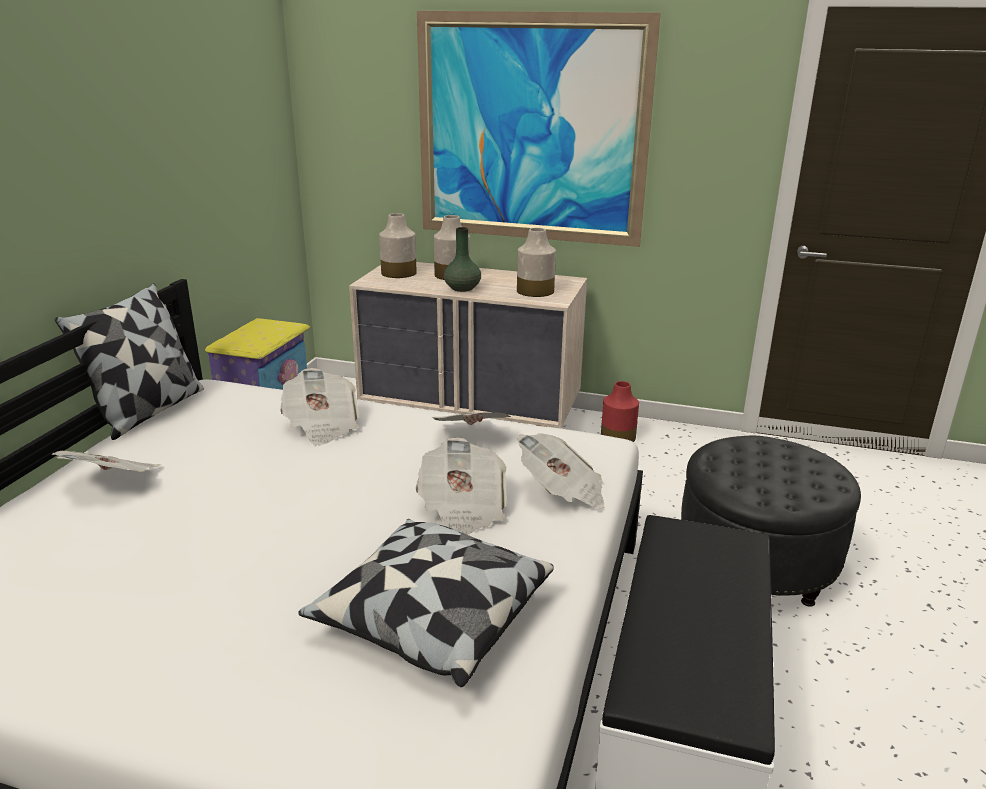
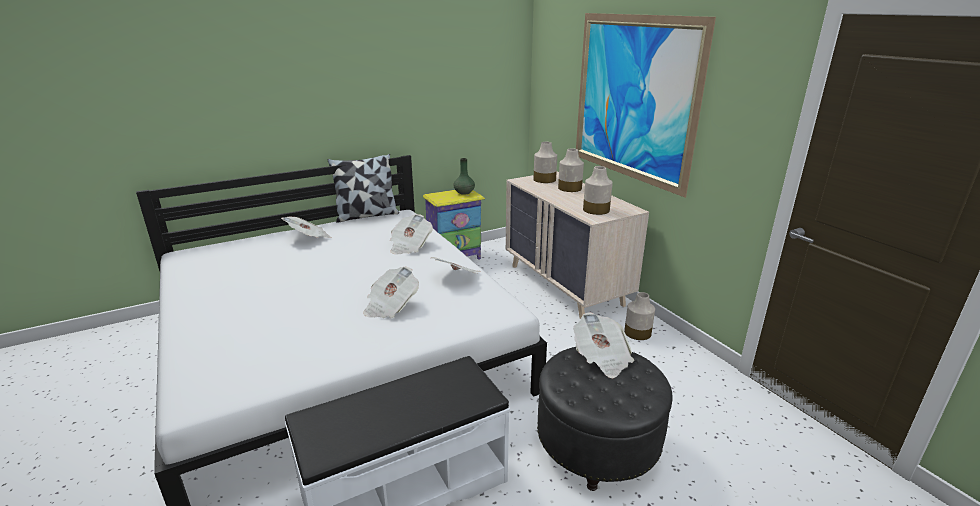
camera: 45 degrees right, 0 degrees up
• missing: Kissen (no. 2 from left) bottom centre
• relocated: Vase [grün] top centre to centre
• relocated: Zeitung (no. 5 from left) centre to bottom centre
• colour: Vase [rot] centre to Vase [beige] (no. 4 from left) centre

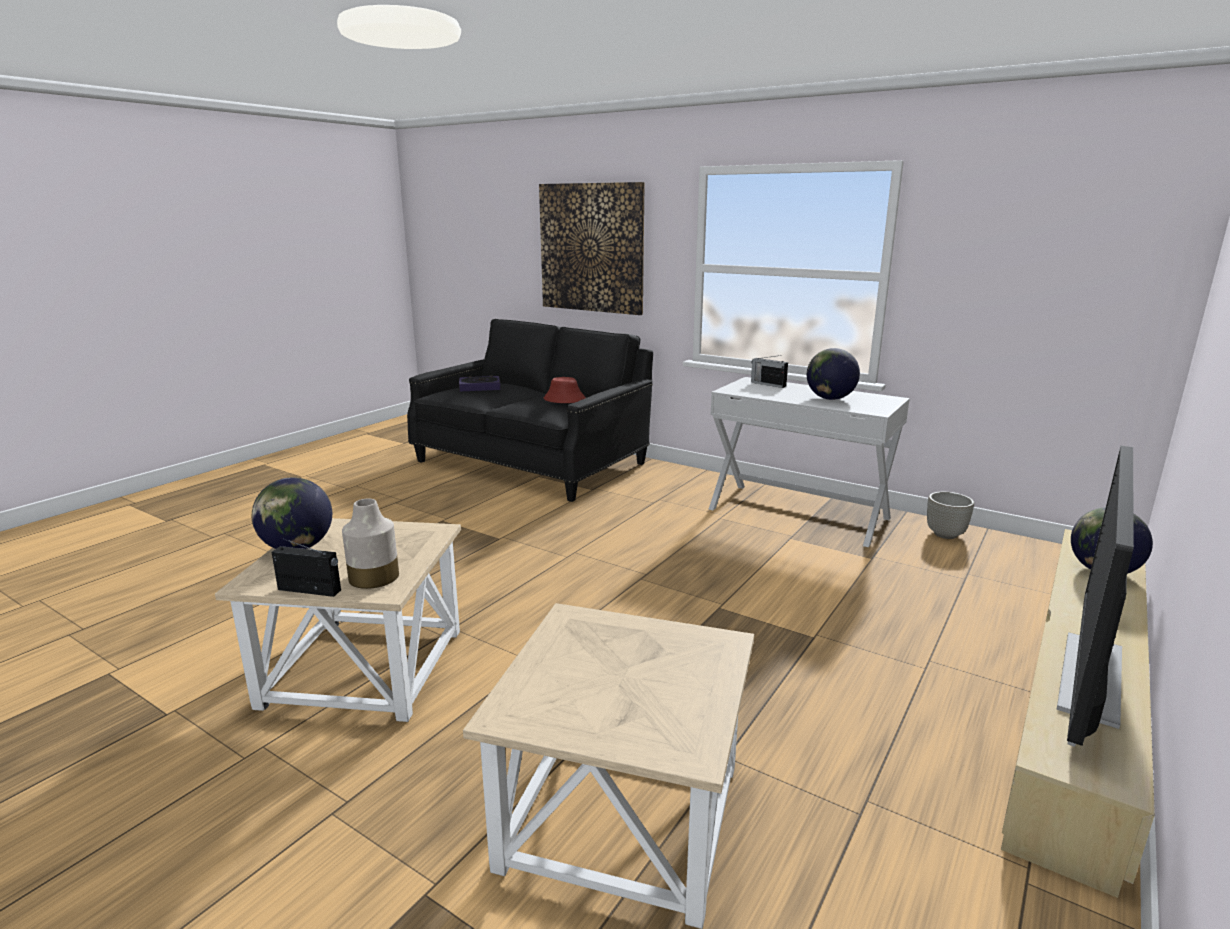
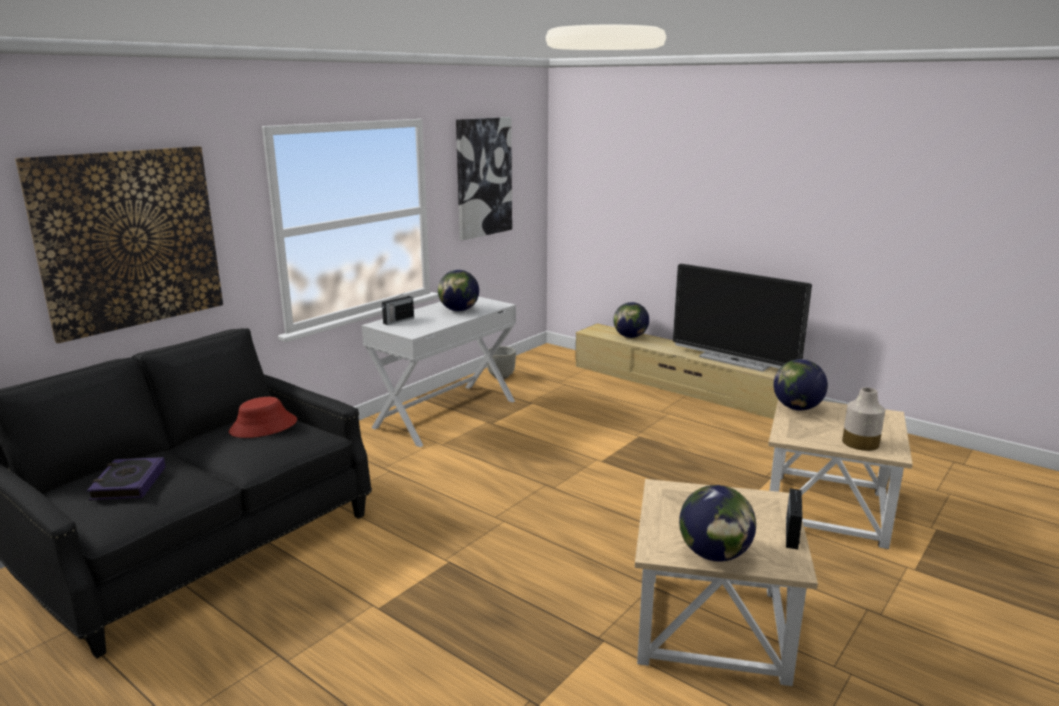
camera: 85 degrees left, 0 degrees up
• relocated: Vase [beige] middle left to middle right
• appeared: Bild (no. 2 from left) top centre
• appeared: Globus (no. 4 from left) middle right

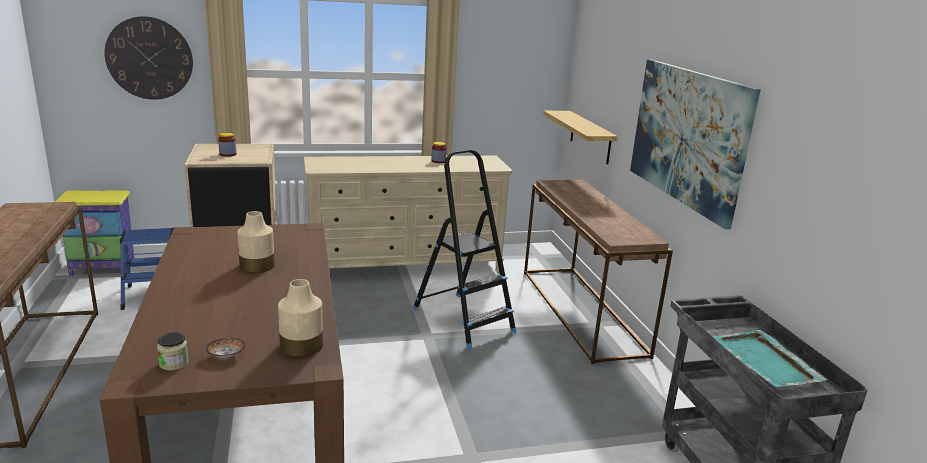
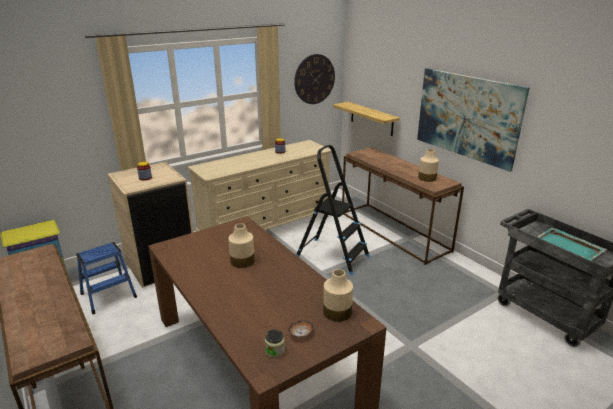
camera: 20 degrees left, 5 degrees up
• relocated: Wanduhr top left to top centre
• appeared: Vase [beige] (no. 3 from left) middle right

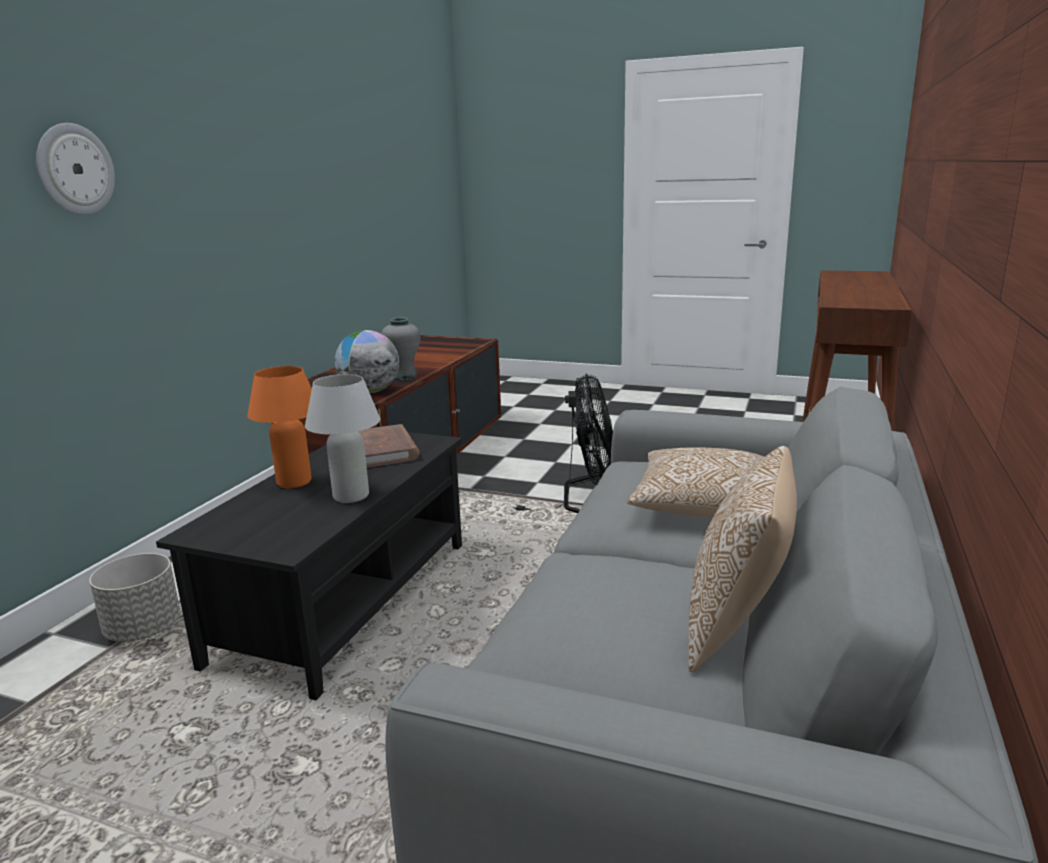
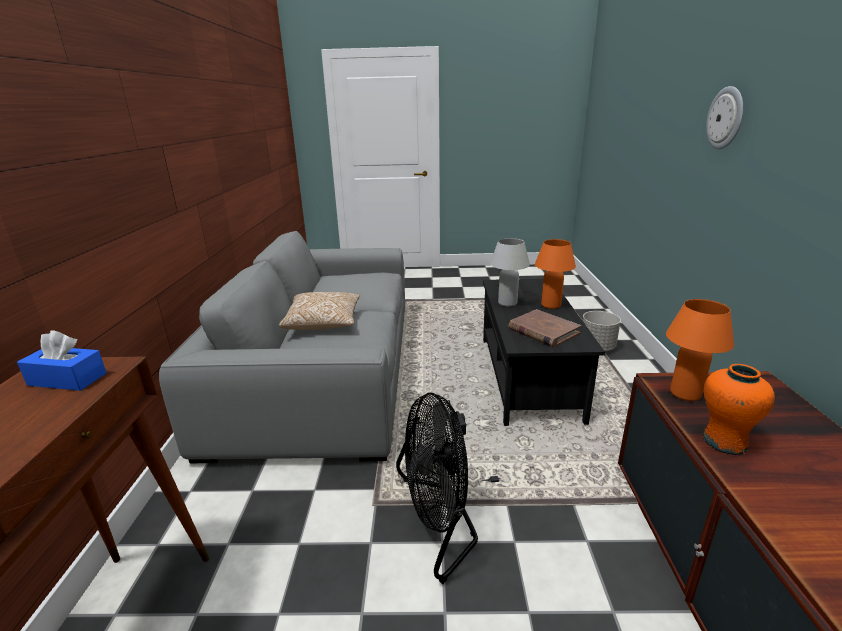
camera: 160 degrees right, 5 degrees up
• exchanged: Globus centre to Tischlampe [orange] (no. 2 from left) middle right
• colour: Vase [grau] centre to Vase [orange] middle right
• missing: Kissen (no. 2 from left) middle right
• appeared: Taschentuchbox [blau] middle left

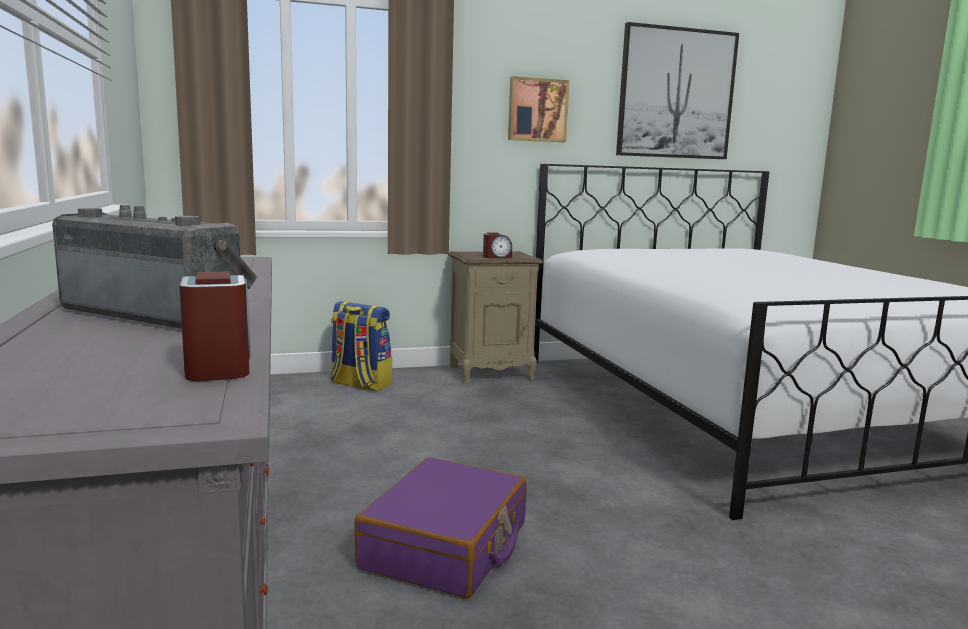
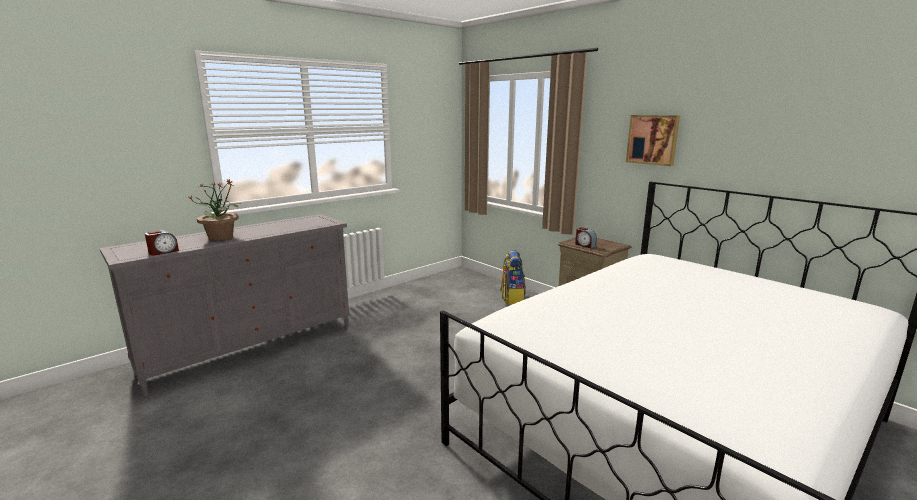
camera: 65 degrees right, 5 degrees up
• exchanged: Radio middle left to Topfpflanze middle left
• missing: Koffer [lila] bottom centre
• missing: Bild (no. 2 from left) top right

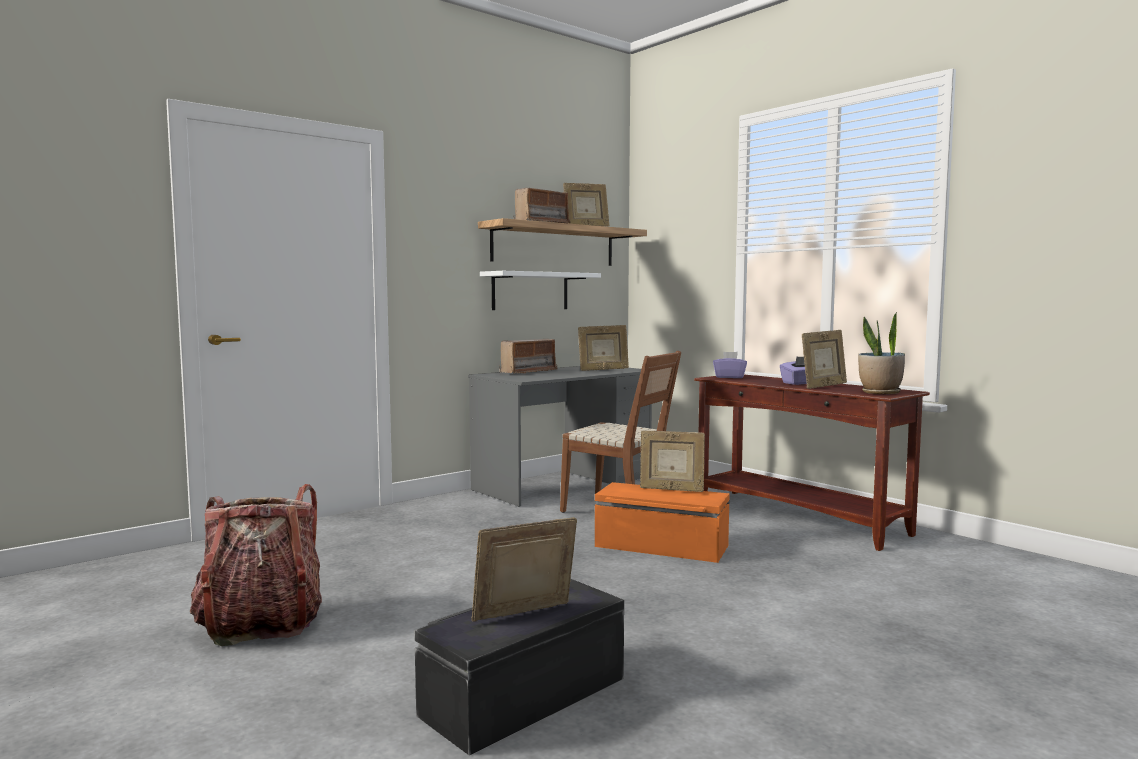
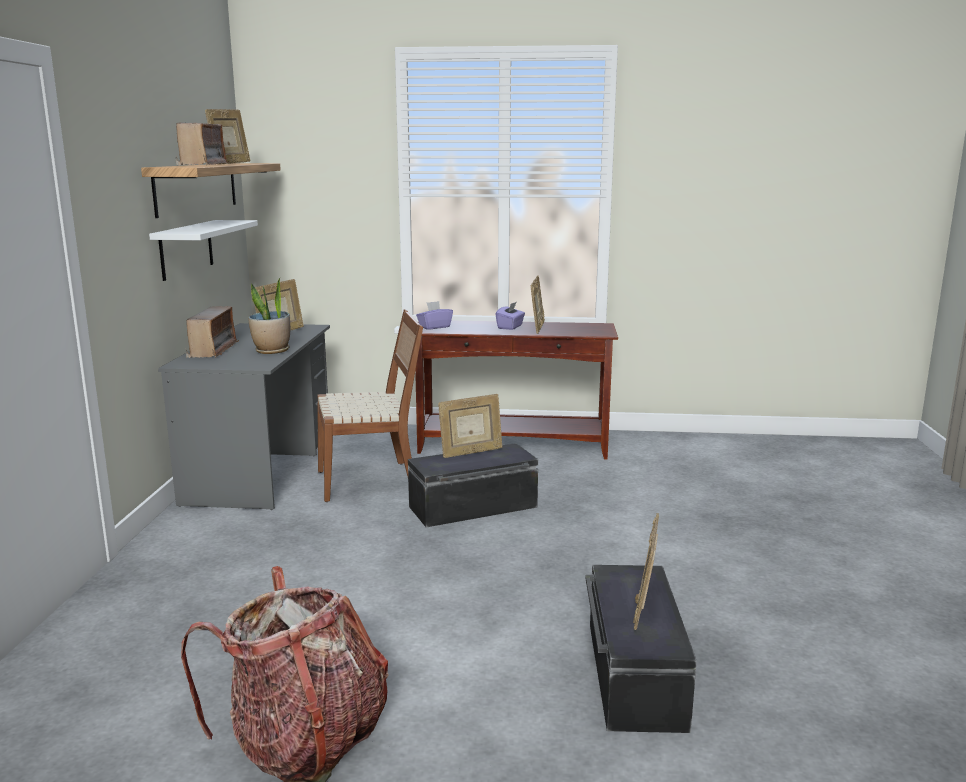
camera: 45 degrees left, 10 degrees up
• colour: Aufbewahrungsbox [orange] bottom centre to Aufbewahrungsbox [schwarz] (no. 1 from left) centre
• relocated: Topfpflanze middle right to middle left

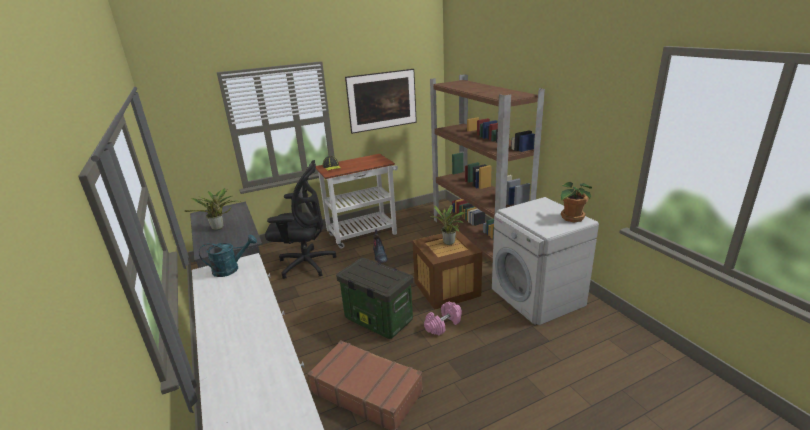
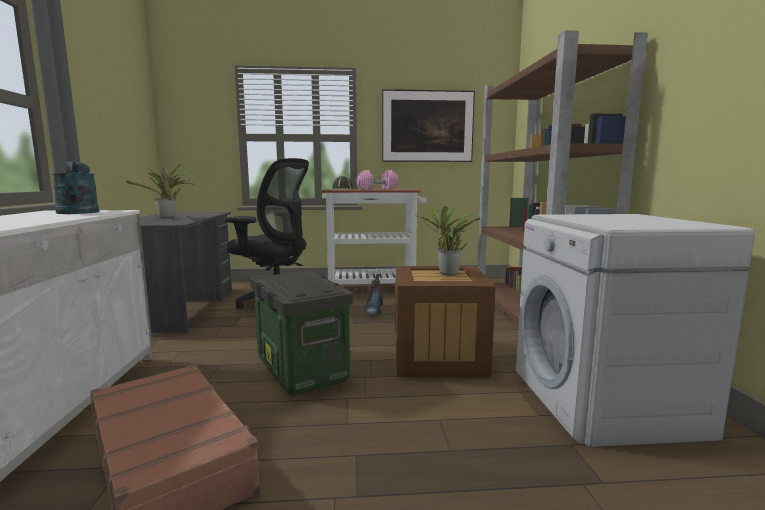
camera: 20 degrees right, 15 degrees down
• spun: Gießkanne [türkis] middle left = middle left 120 degrees counterclockwise
• relocated: Hantel [rosa] bottom centre to centre
• missing: Topfpflanze (no. 3 from left) middle right

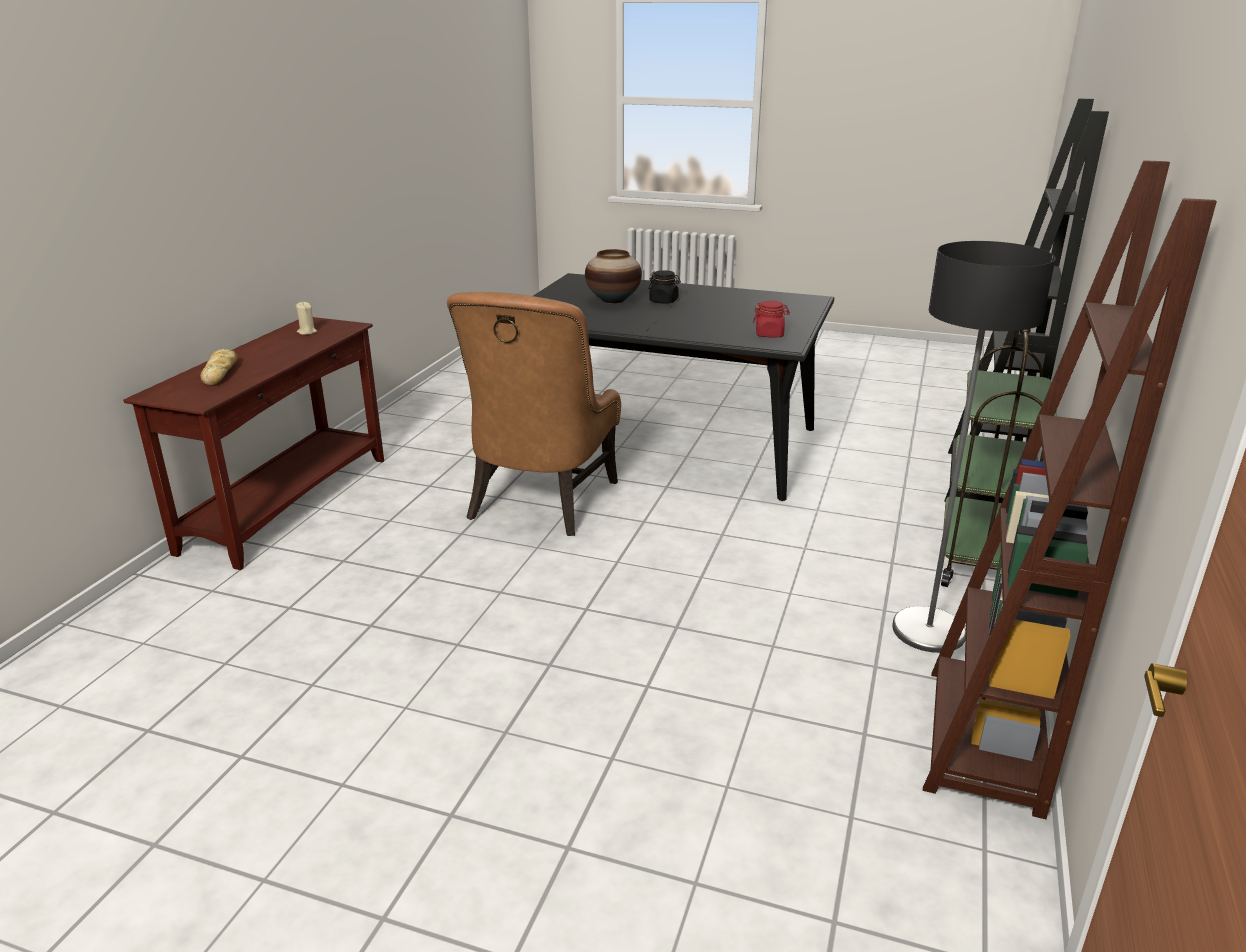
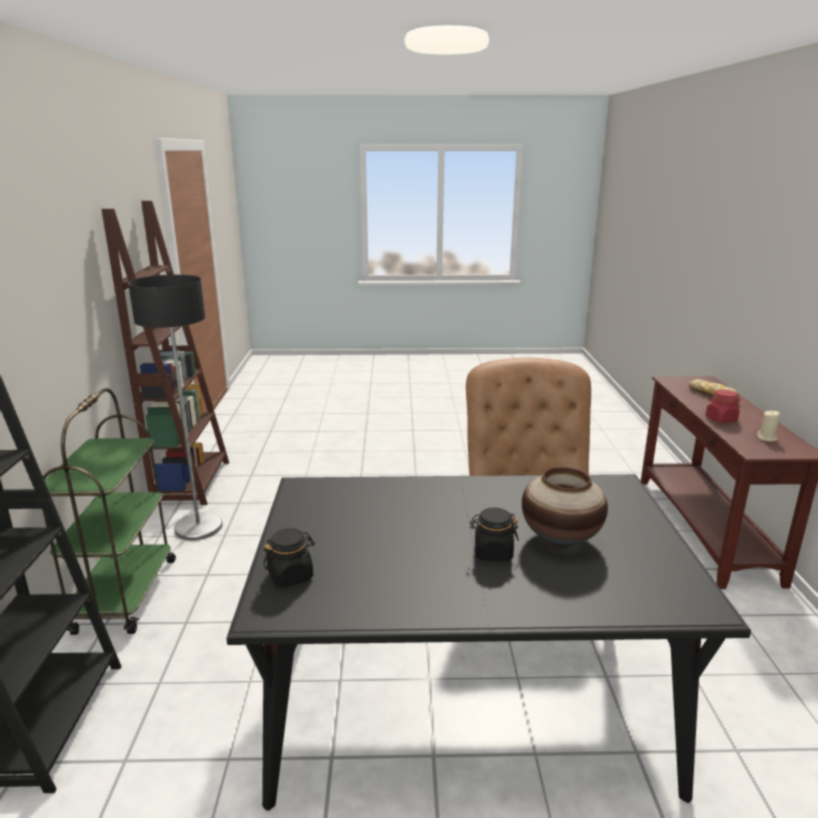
camera: 160 degrees right, 5 degrees down
• relocated: Vorratsglas [rot] centre to middle right
• appeared: Vorratsglas [schwarz] (no. 1 from left) bottom centre

